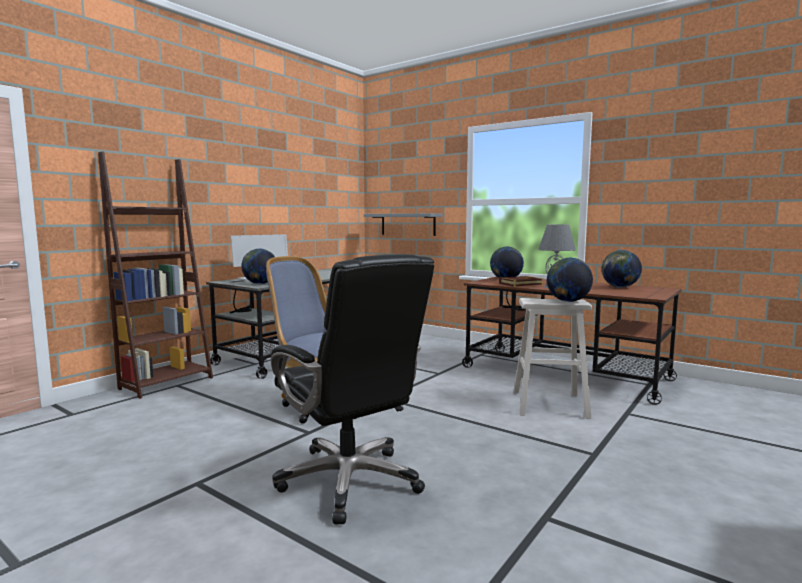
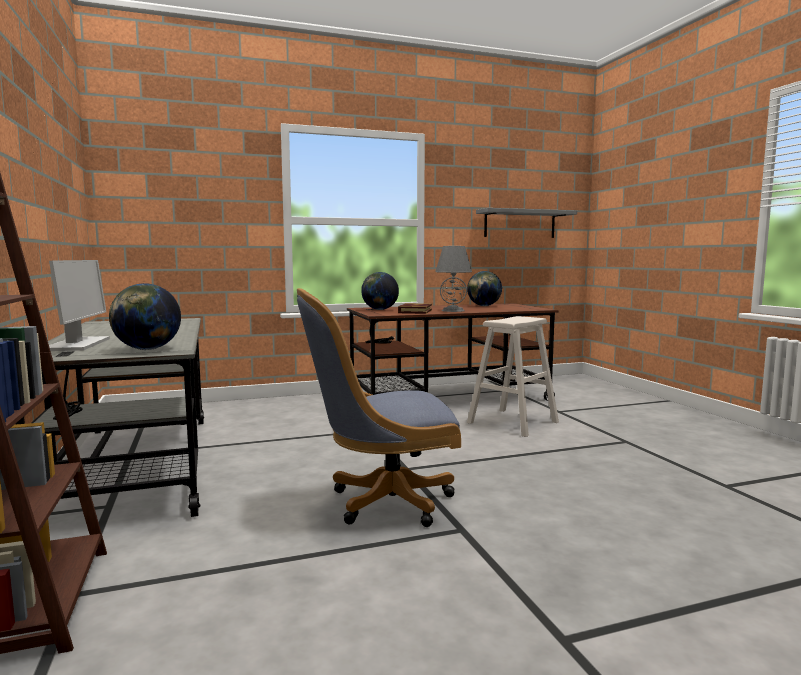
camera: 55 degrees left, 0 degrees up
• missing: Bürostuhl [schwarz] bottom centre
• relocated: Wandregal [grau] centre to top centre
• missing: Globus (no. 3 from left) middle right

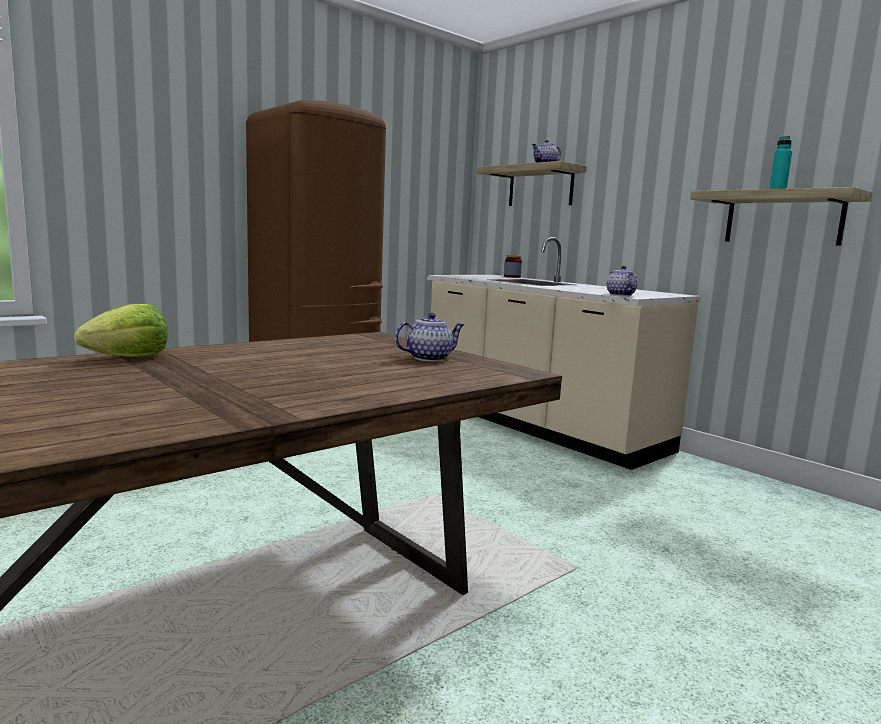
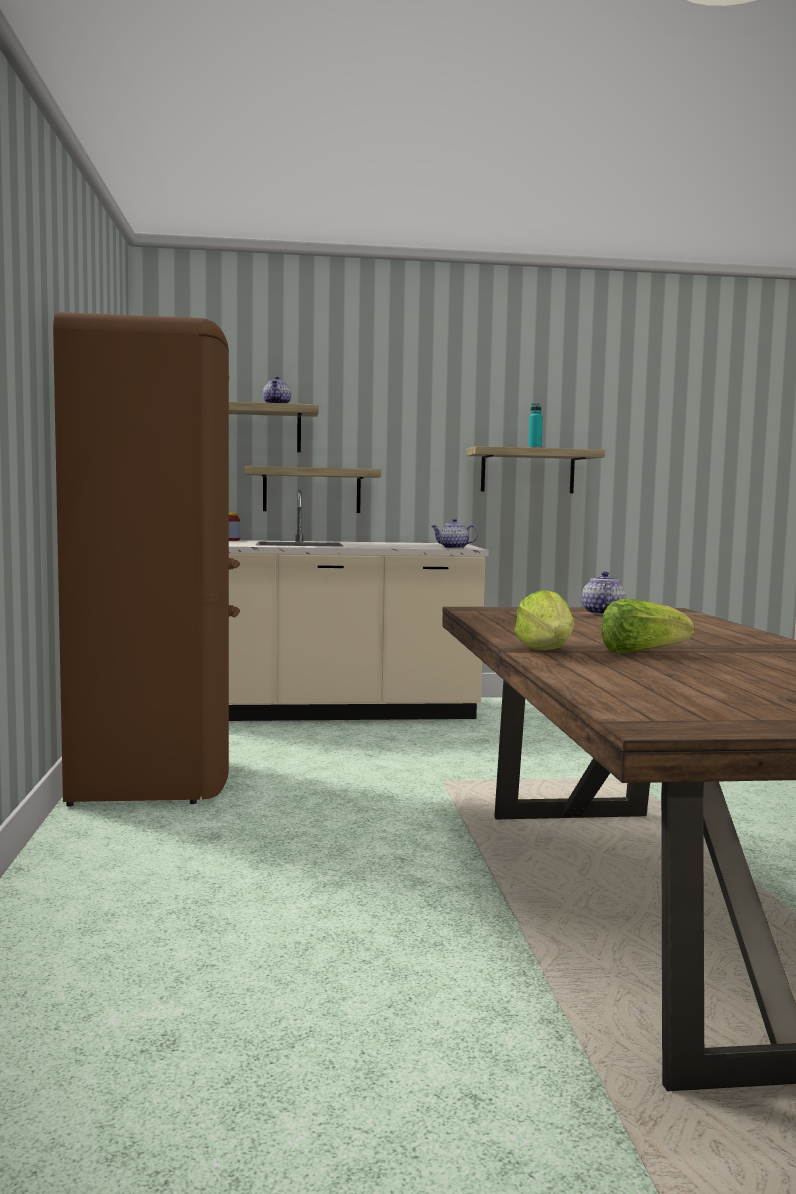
camera: 55 degrees left, 5 degrees down
• appeared: Wandregal (no. 2 from left) centre
• appeared: Salatkopf (no. 2 from left) middle right

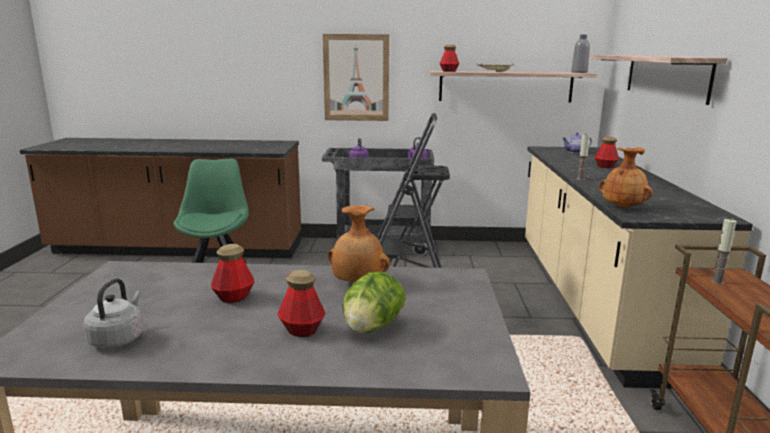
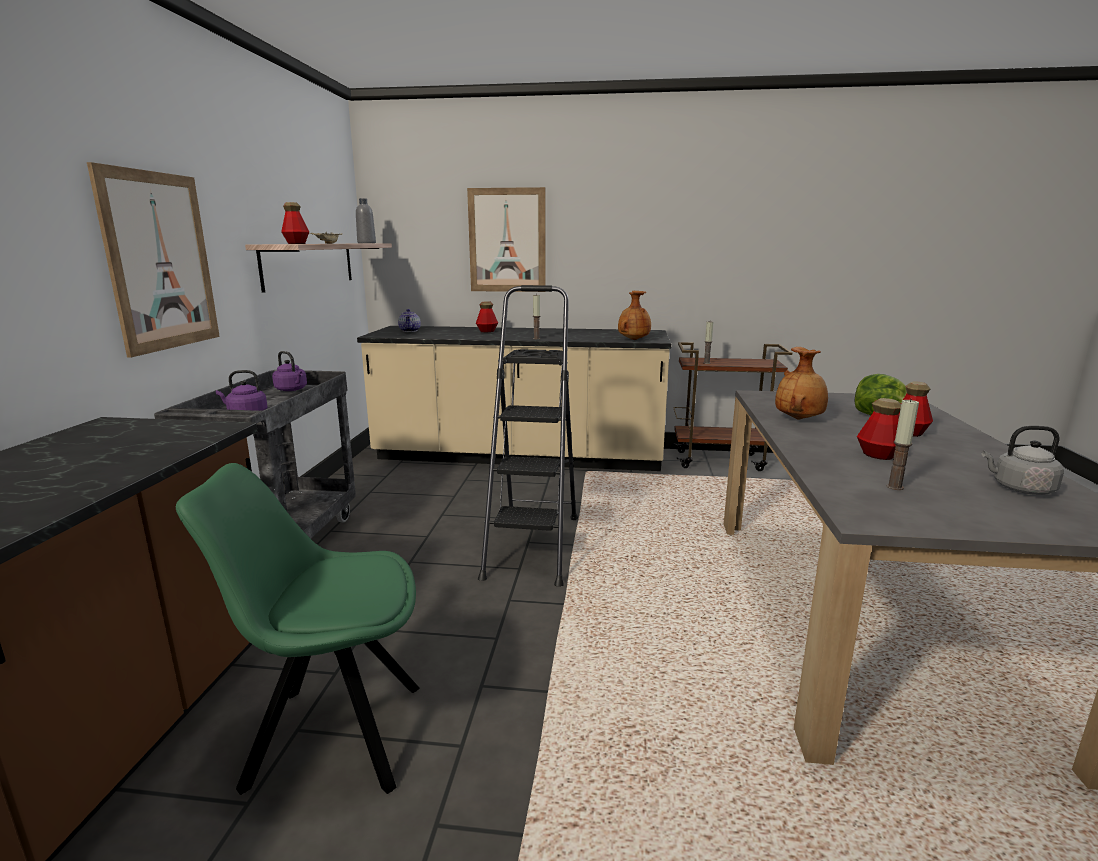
camera: 85 degrees left, 0 degrees up
• exchanged: Wandregal (no. 2 from left) top right to Bild (no. 2 from left) top centre
• appeared: Kerze (no. 3 from left) middle right

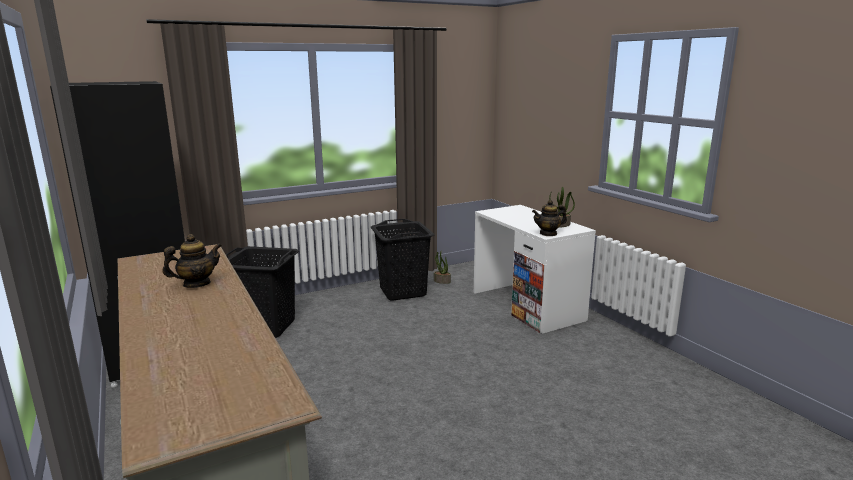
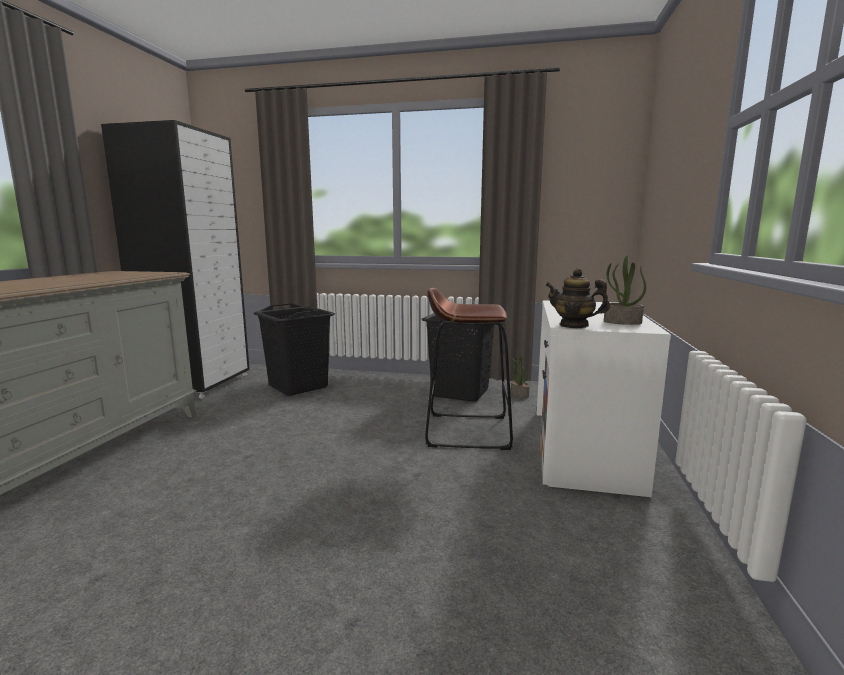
camera: 40 degrees right, 5 degrees down
• missing: Teekanne (no. 1 from left) middle left
• appeared: Hocker [braun] centre

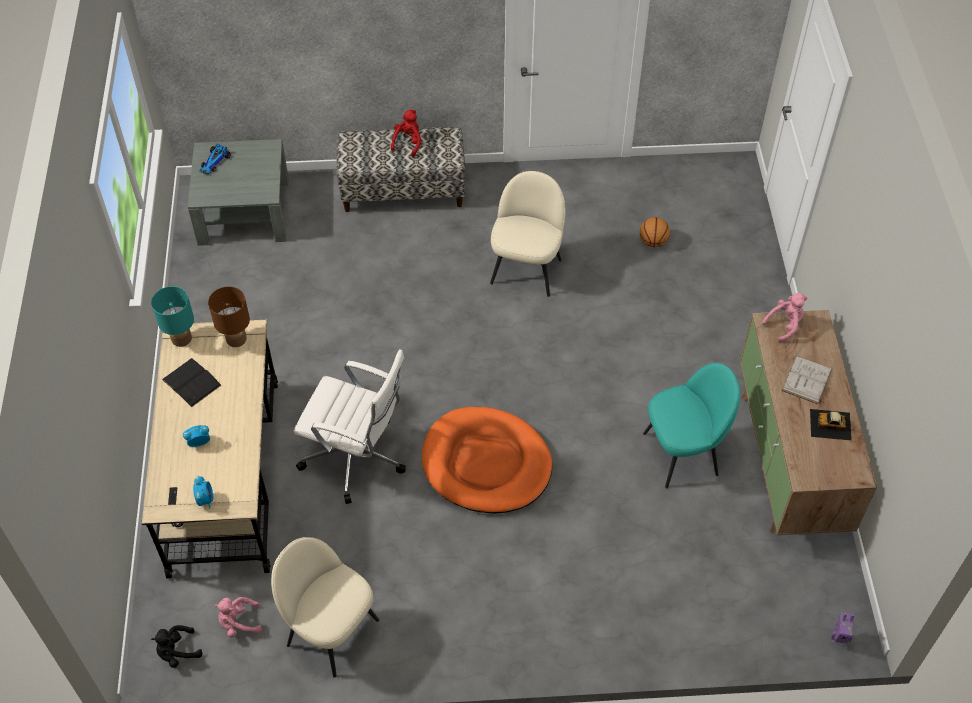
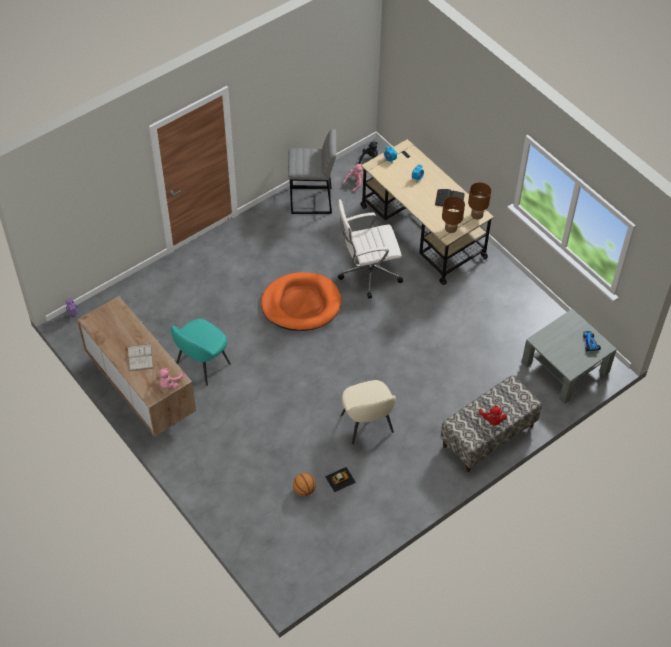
camera: 145 degrees right, 0 degrees up
• colour: Tischlampe [türkis] middle left to Tischlampe [braun] (no. 2 from left) top right
• exchanged: Stuhl [beige] (no. 1 from left) bottom centre to Hocker [grau] top centre
• relocated: Spielzeugauto (no. 2 from left in the first image) middle right to Spielzeugauto (no. 1 from left) bottom centre

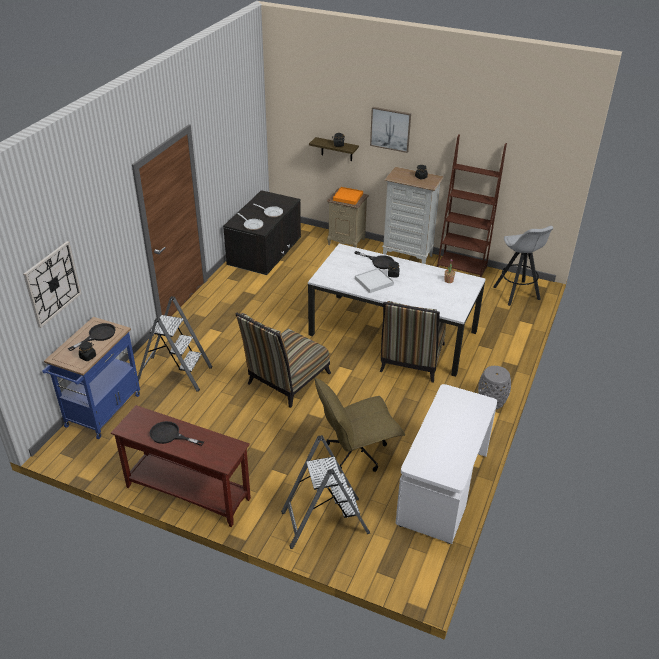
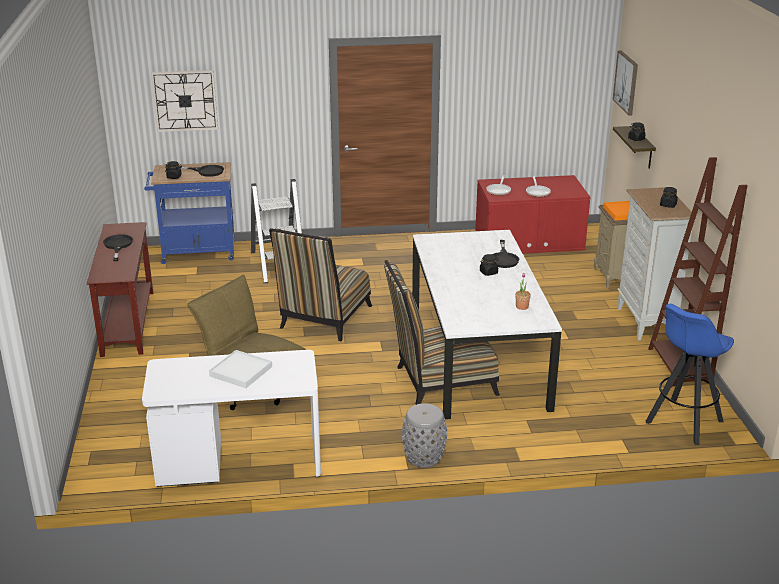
camera: 60 degrees right, 10 degrees down
• colour: Schrank [schwarz] centre to Schrank [rot] middle right
• spun: Stuhl (no. 1 from left) centre = centre 75 degrees counterclockwise
• missing: Trittleiter [grau] (no. 2 from left) bottom centre
• relocated: Tablett [weiß] centre to middle left
• relocated: Bild top centre to top right
• colour: Hocker [grau] (no. 2 from left) middle right to Hocker [blau] middle right

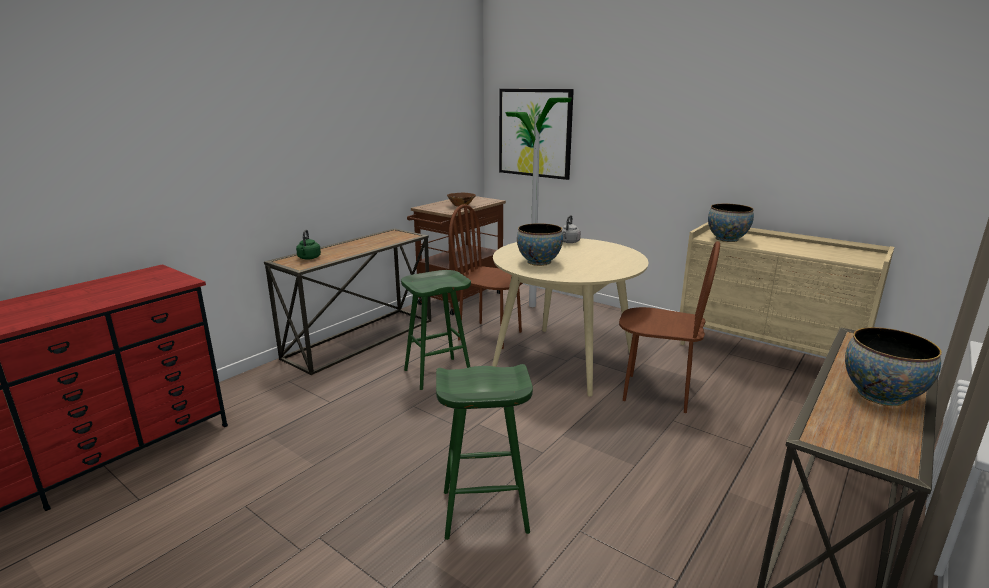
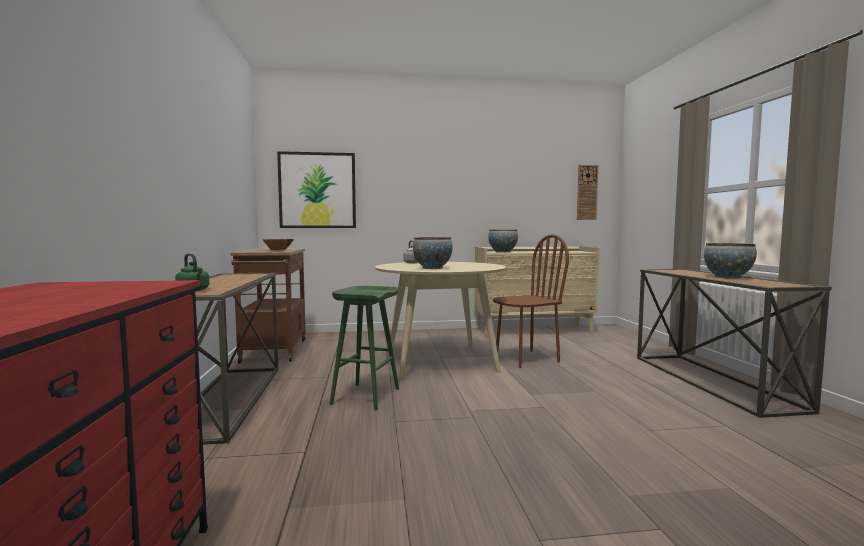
camera: 45 degrees left, 15 degrees down
• missing: Hocker [grün] (no. 2 from left) bottom centre
• missing: Stuhl [braun] (no. 1 from left) centre
• missing: Stehlampe centre
• appeared: Wanduhr middle right

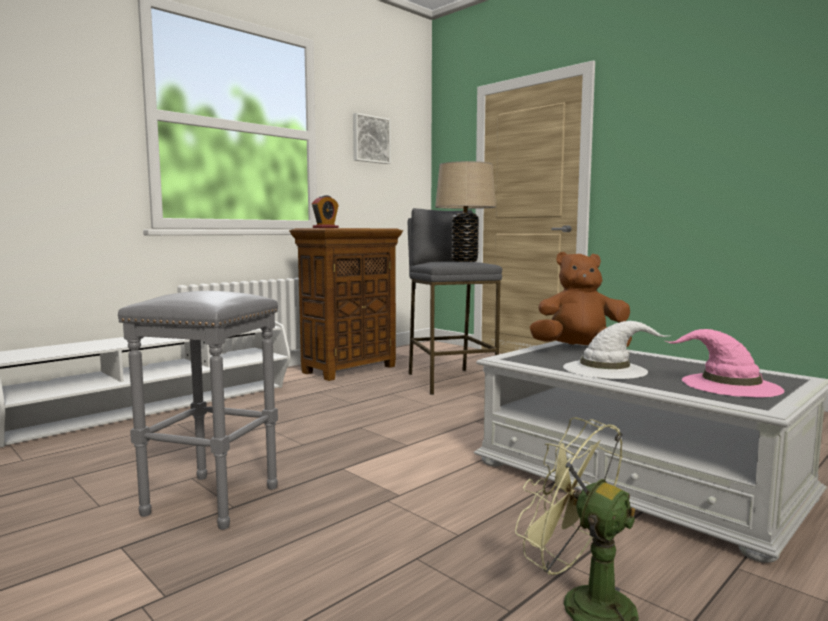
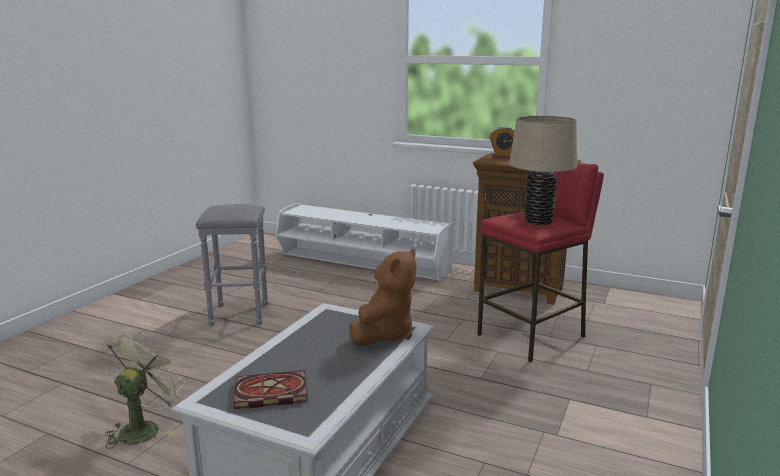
camera: 70 degrees right, 10 degrees up
• missing: Bild top centre
• colour: Hocker [grau] (no. 2 from left) centre to Hocker [rot] middle right
• spun: Plüschtier [braun] middle right = centre 45 degrees clockwise
• missing: Hut [weiß] middle right
• exchanged: Hut [rosa] middle right to Buch bottom centre

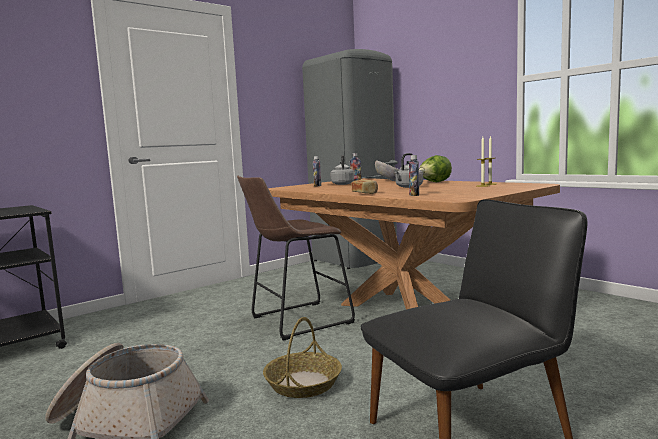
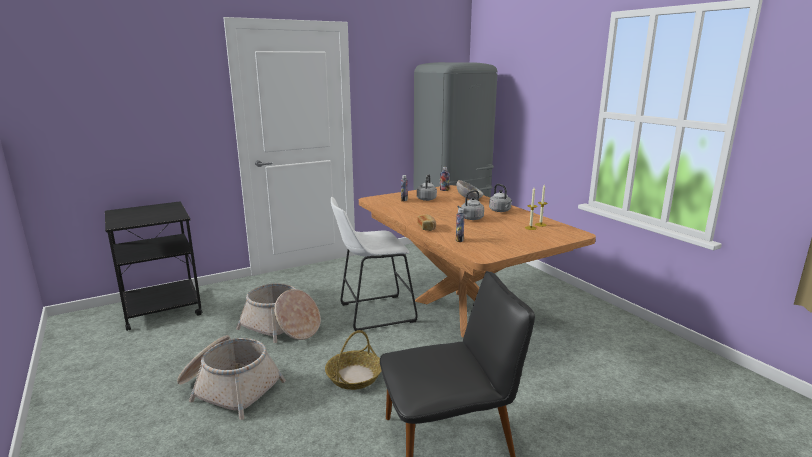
camera: 10 degrees right, 10 degrees up
• colour: Hocker [braun] centre to Hocker [weiß] centre
• exchanged: Salatkopf centre to Wasserkessel [grau] (no. 3 from left) centre
• appeared: Korb (no. 2 from left) bottom centre

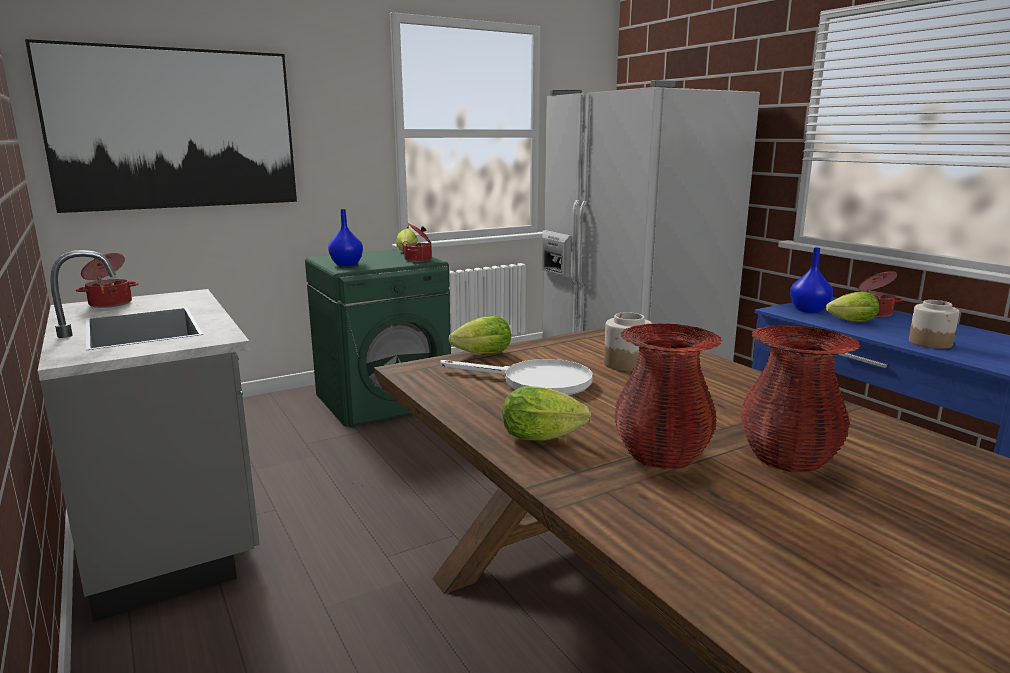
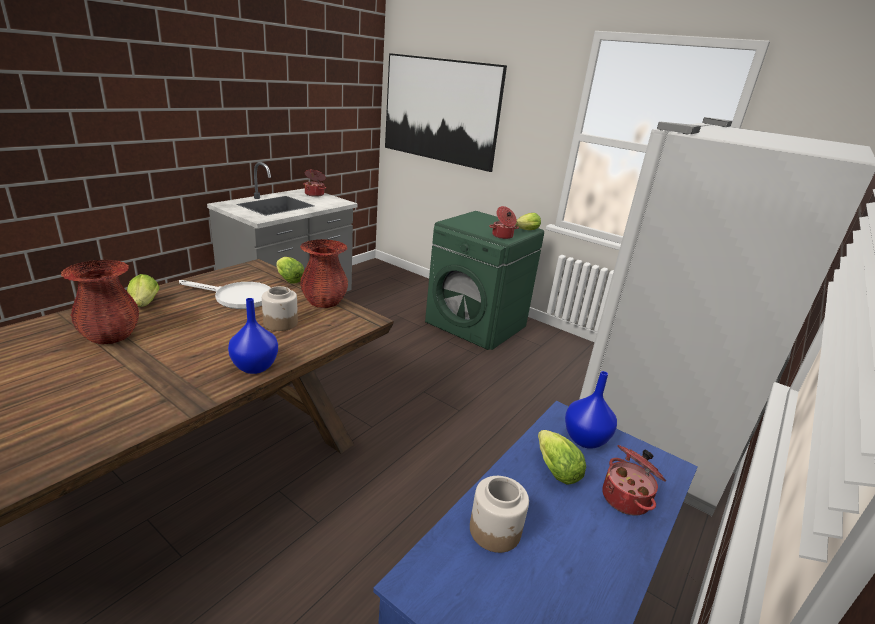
camera: 65 degrees right, 10 degrees up
• relocated: Vase [blau] (no. 1 from left) centre to middle left
• spun: Pfanne [weiß] centre = middle left 75 degrees counterclockwise
• relocated: Vase [rot] (no. 2 from left) middle right to centre

